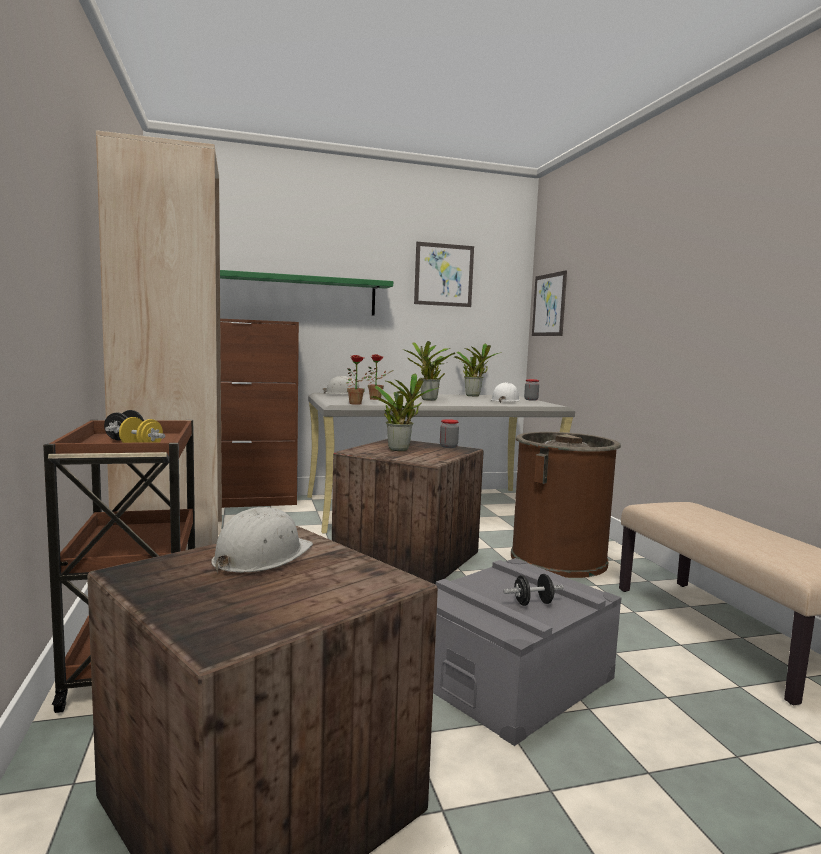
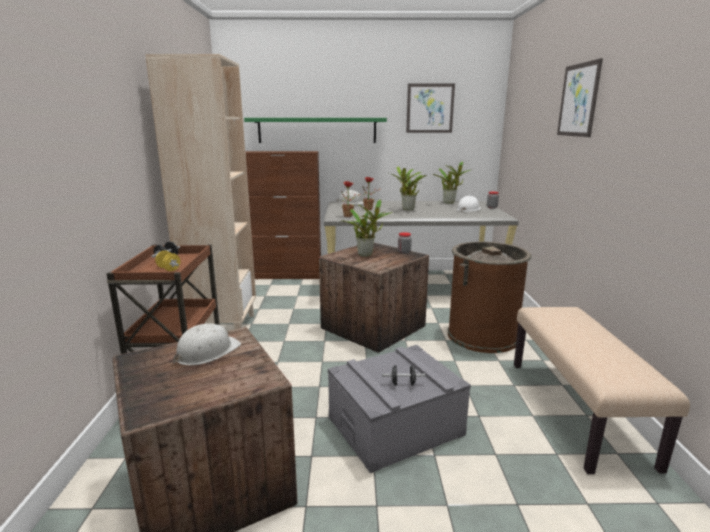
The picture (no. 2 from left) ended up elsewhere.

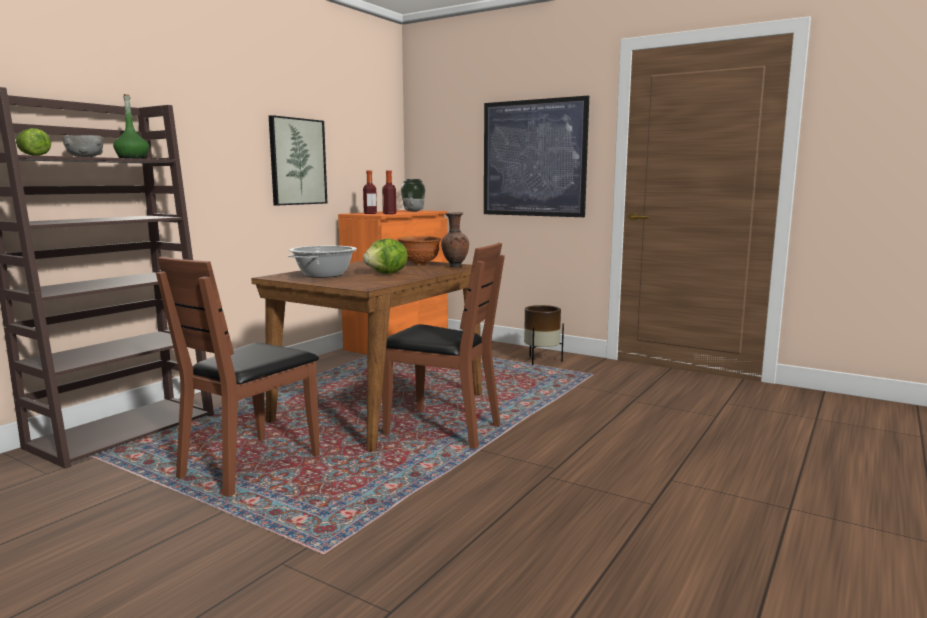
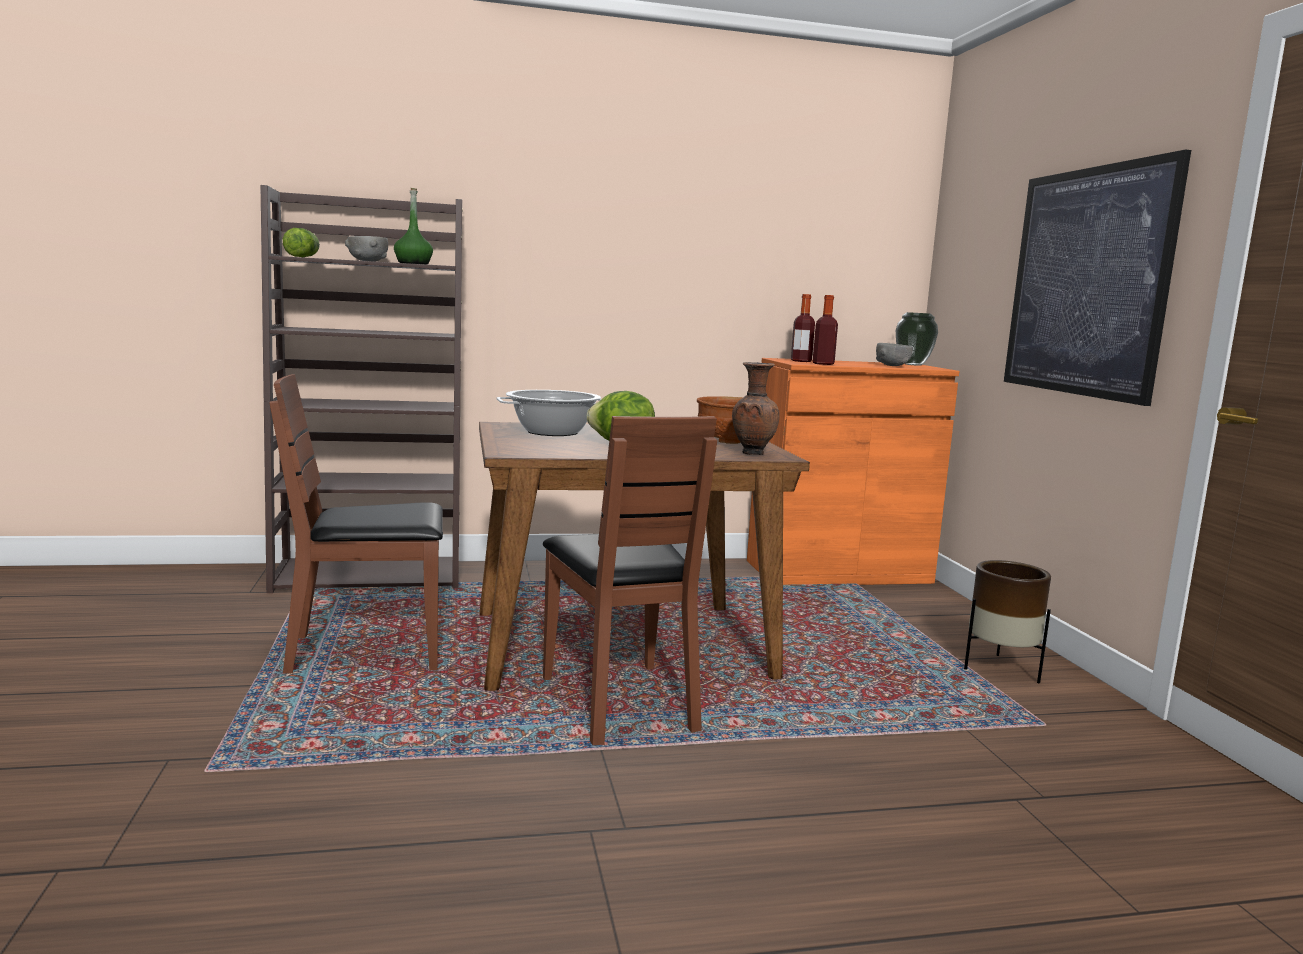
The second view lost the picture (no. 1 from left).

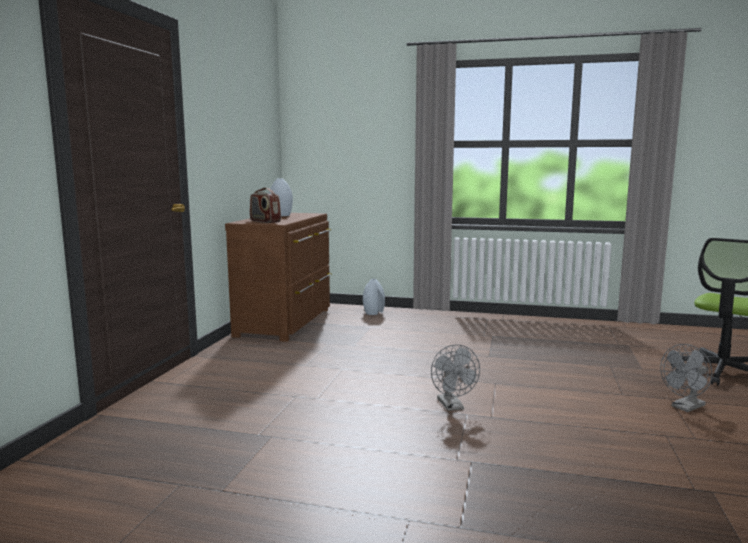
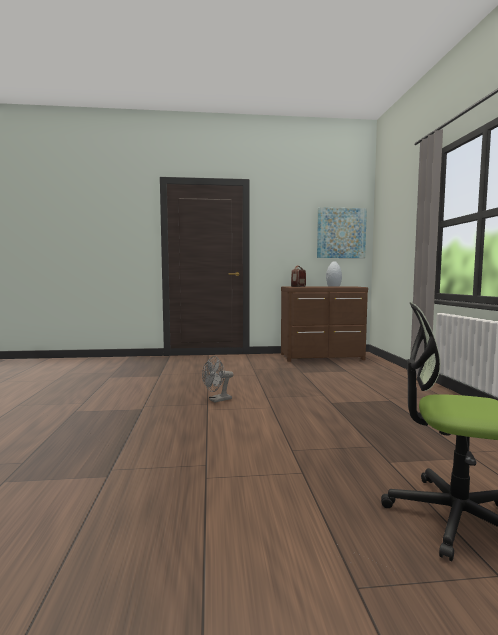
The second view lost the grey vase (no. 2 from left).
The second view lost the grey fan (no. 2 from left).
The second view gained the picture.

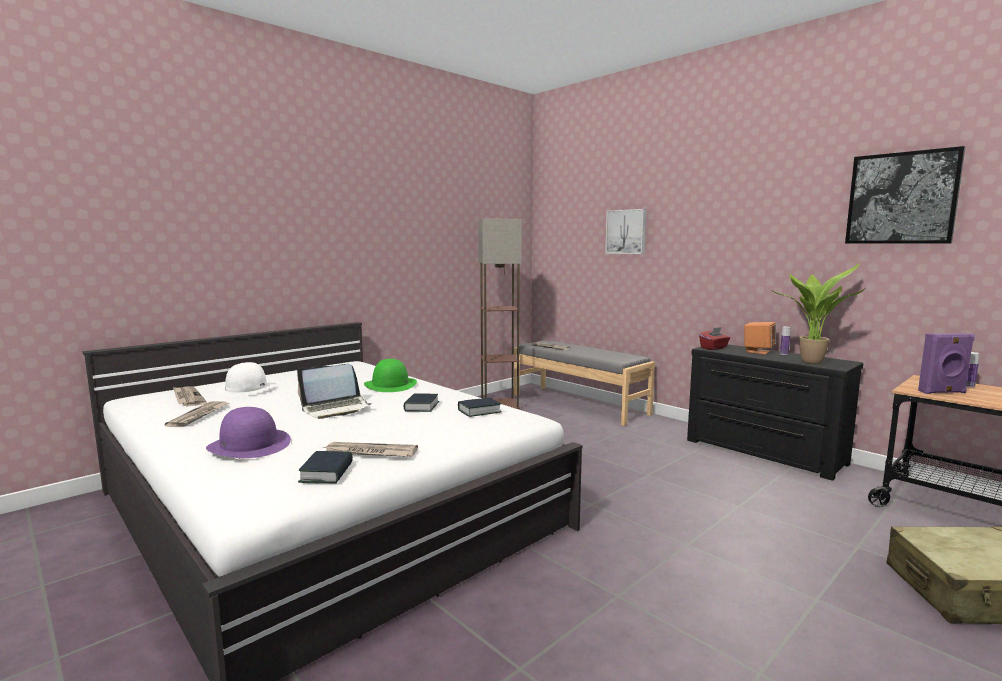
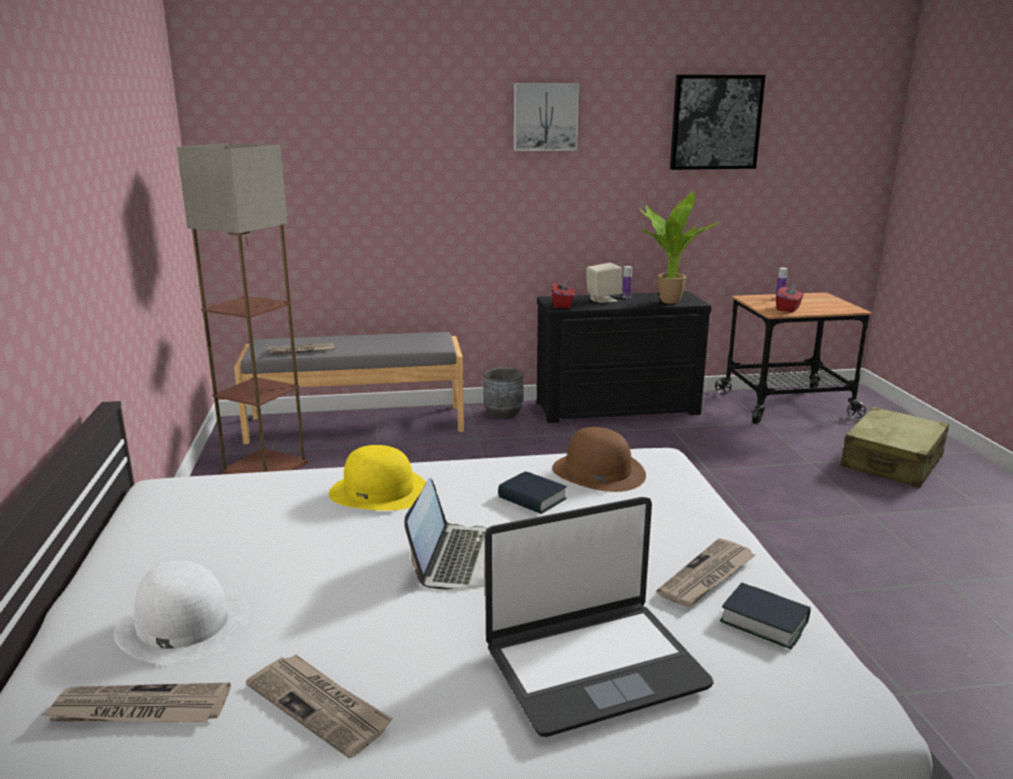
The second view gained the grey planter.
The picture (no. 1 from left) ended up elsewhere.
Where the purple hat stood, the laptop (no. 2 from left) came to stand.
Where the book (no. 3 from left) stood, the brown hat came to stand.
Where the purple speaker stood, the red tissue box (no. 2 from left) came to stand.
What was the green hat turned into the yellow hat.
What was the orange speaker turned into the beige speaker.

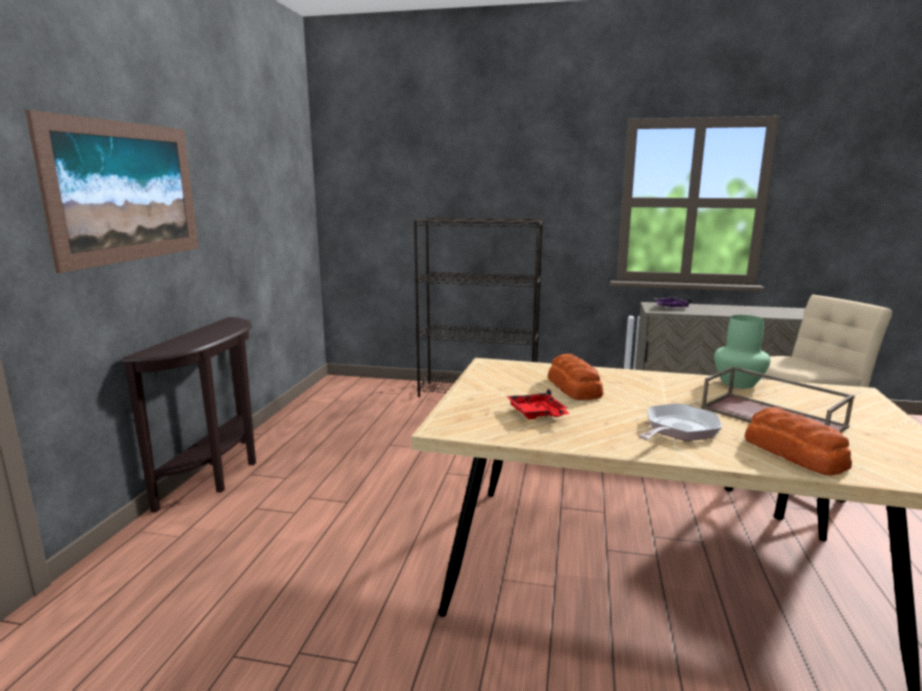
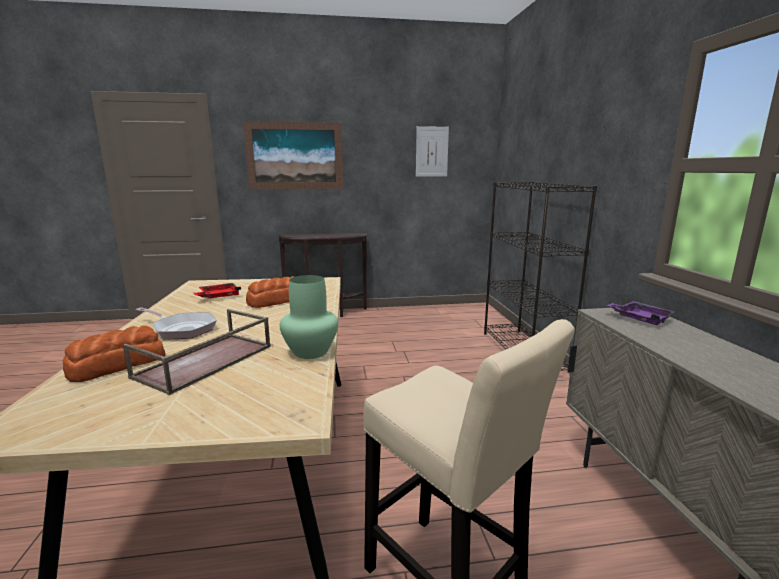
The second view gained the picture (no. 2 from left).

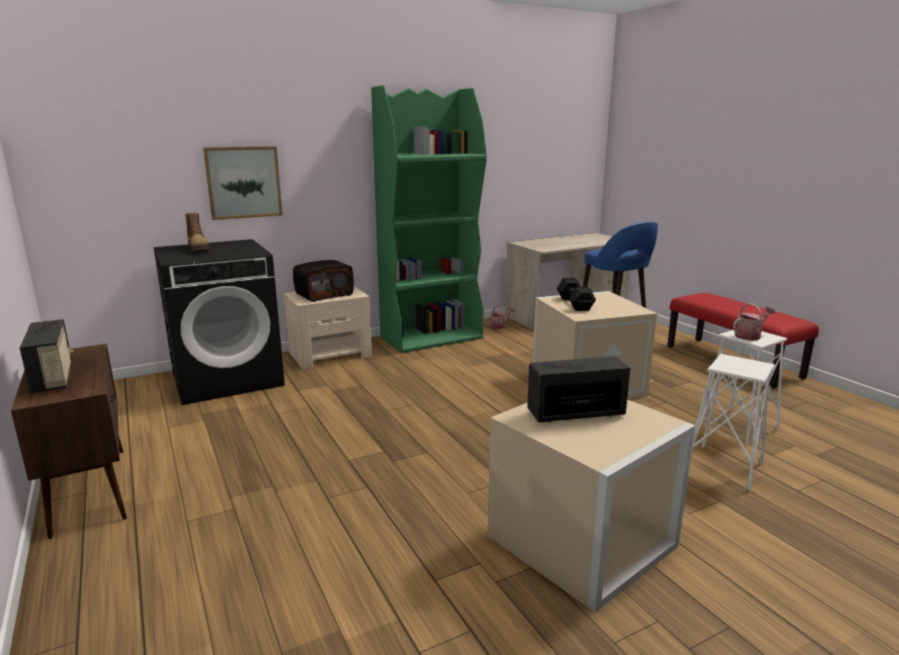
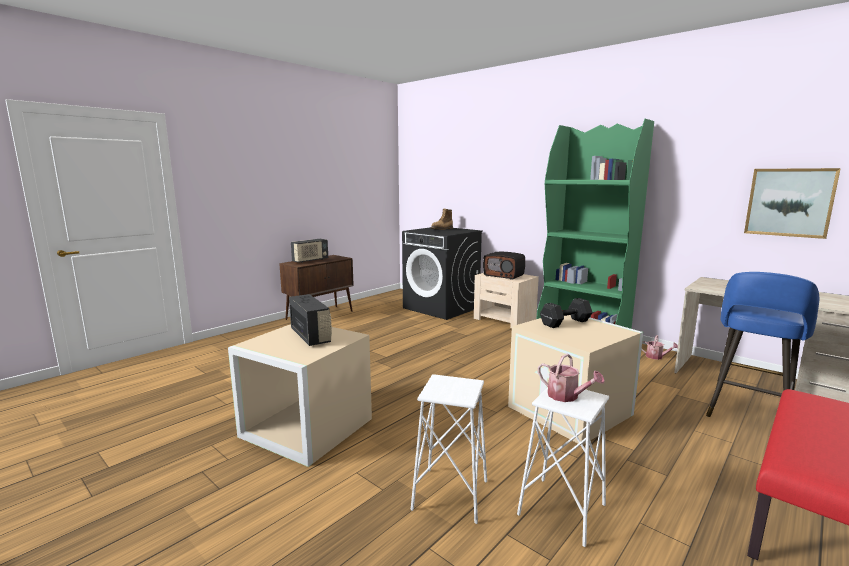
The picture ended up elsewhere.

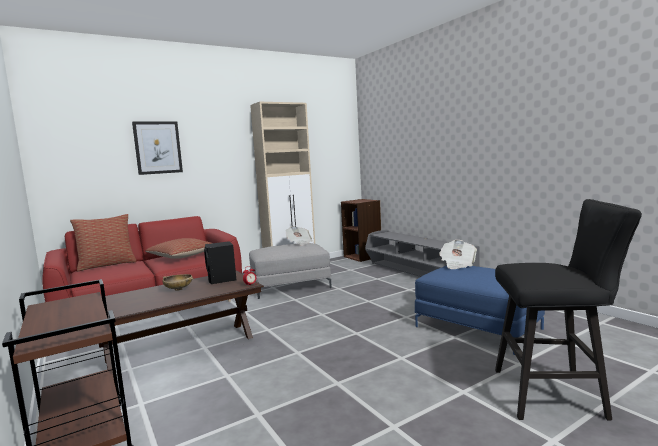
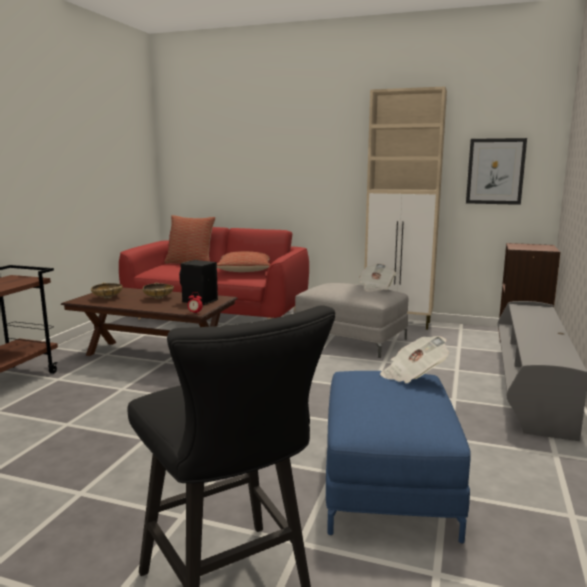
The second view gained the beige bowl (no. 1 from left).
The picture ended up elsewhere.

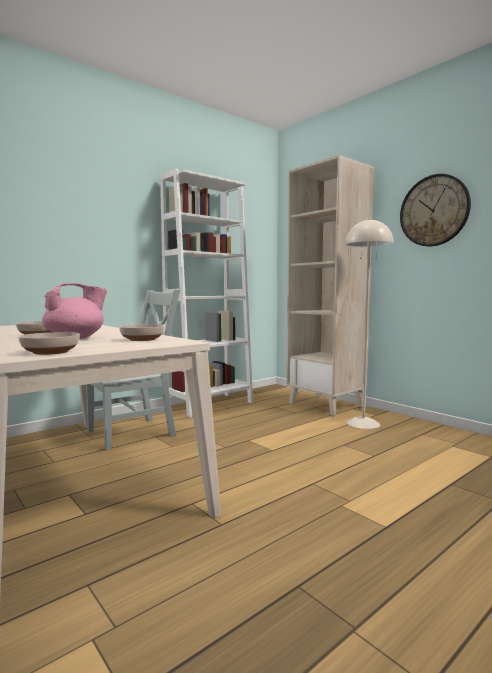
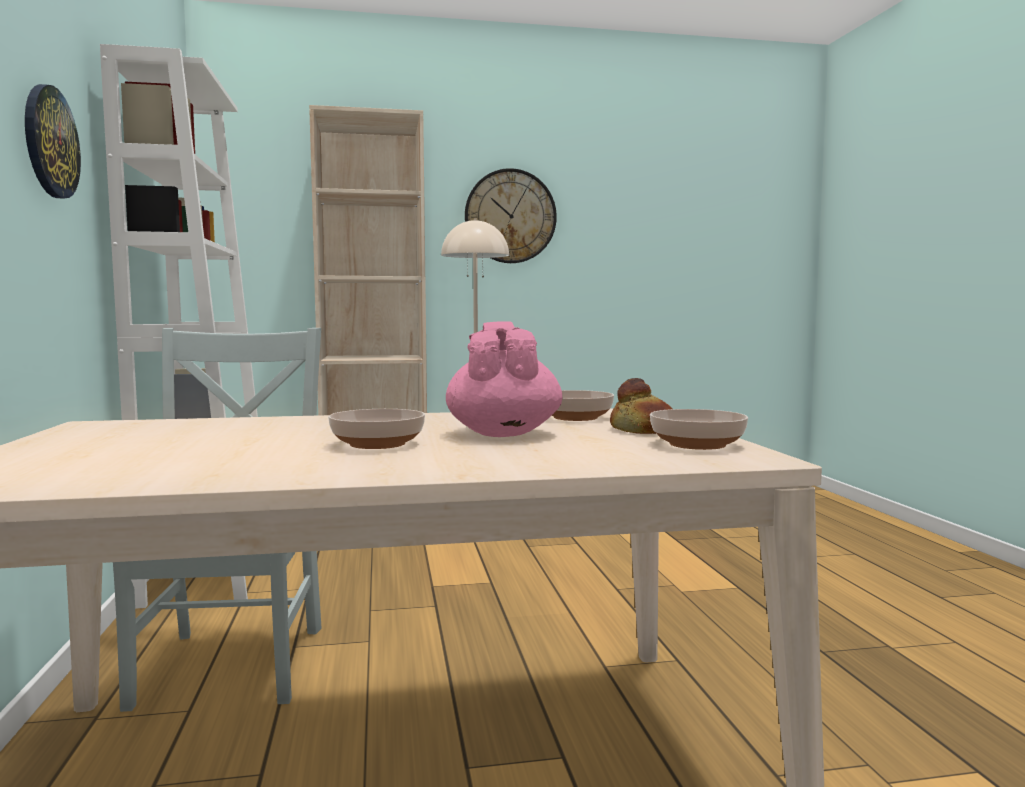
The second view gained the wall clock (no. 1 from left).
The second view gained the bread.

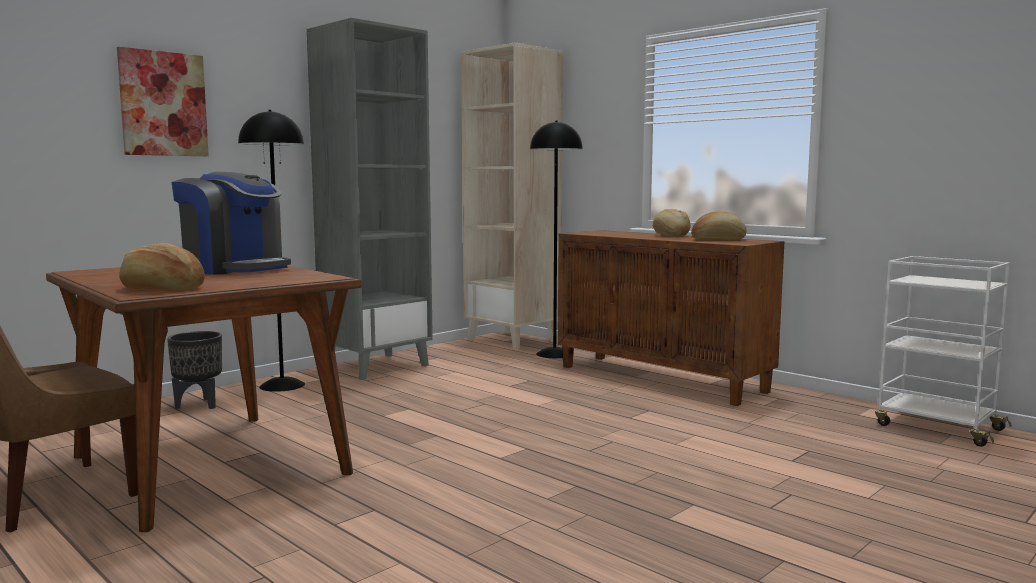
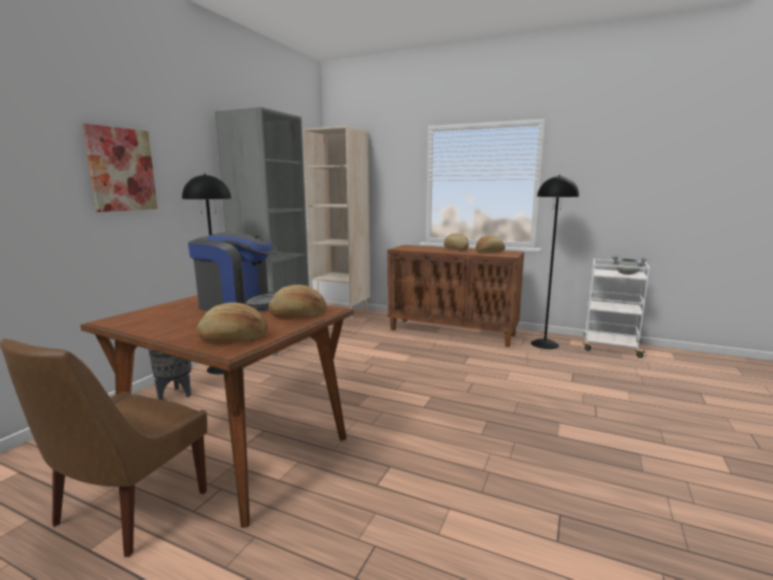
The second view gained the bread (no. 2 from left).
The second view gained the grey cooking pot.
The black floor lamp (no. 2 from left) ended up elsewhere.

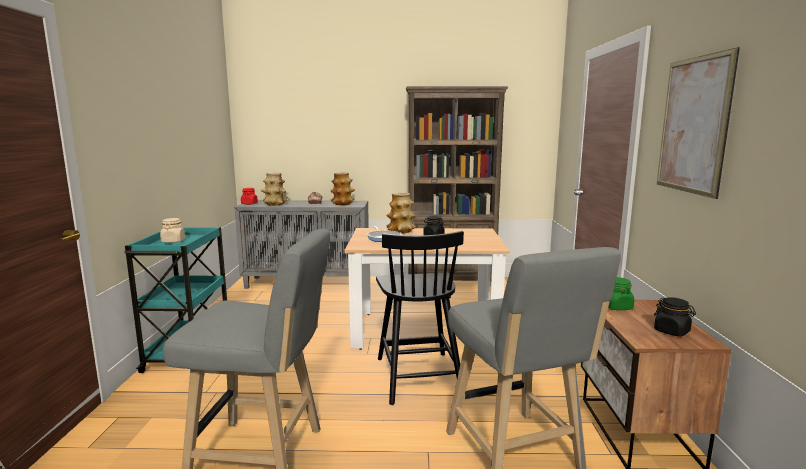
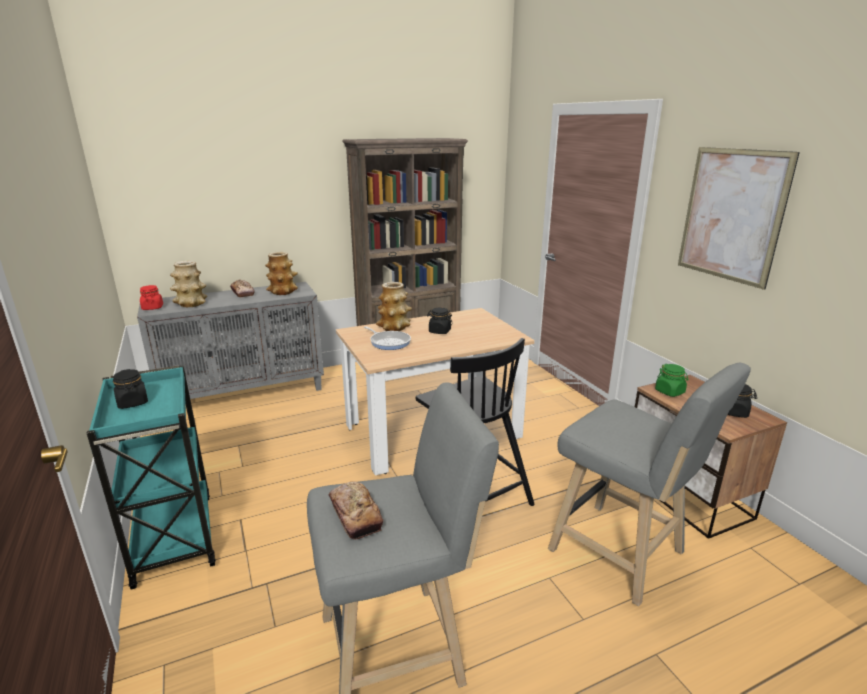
The second view gained the bread (no. 2 from left).
What was the beige jar turned into the black jar (no. 1 from left).

